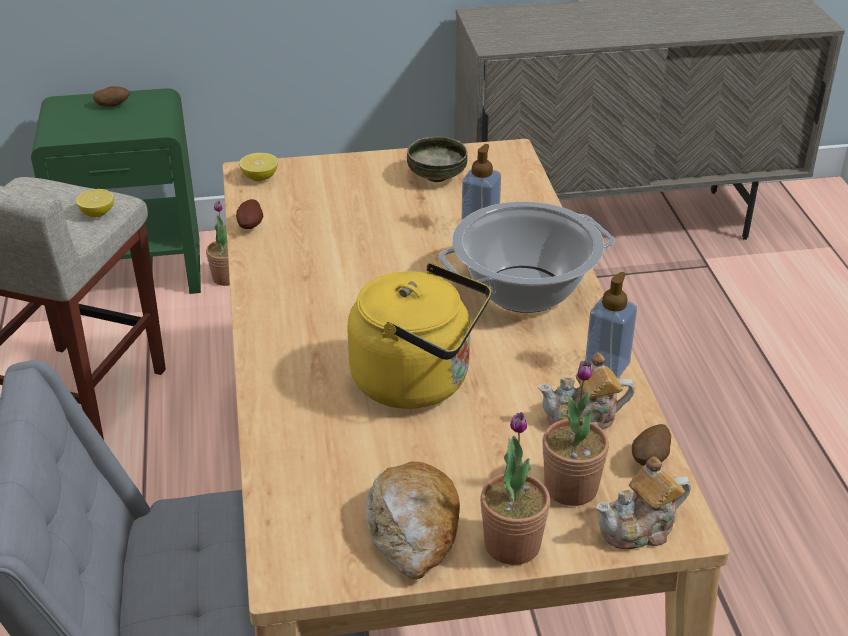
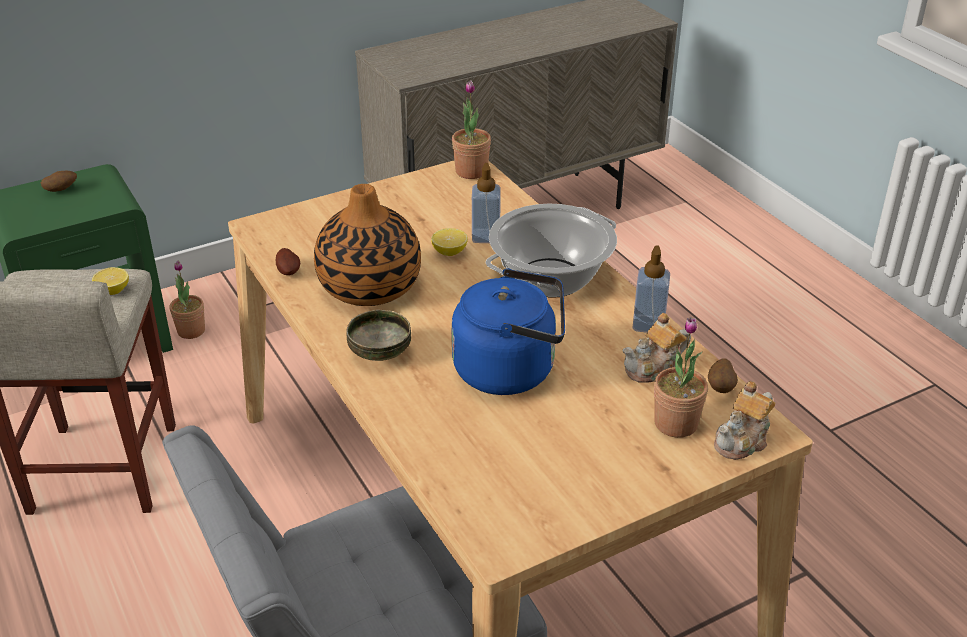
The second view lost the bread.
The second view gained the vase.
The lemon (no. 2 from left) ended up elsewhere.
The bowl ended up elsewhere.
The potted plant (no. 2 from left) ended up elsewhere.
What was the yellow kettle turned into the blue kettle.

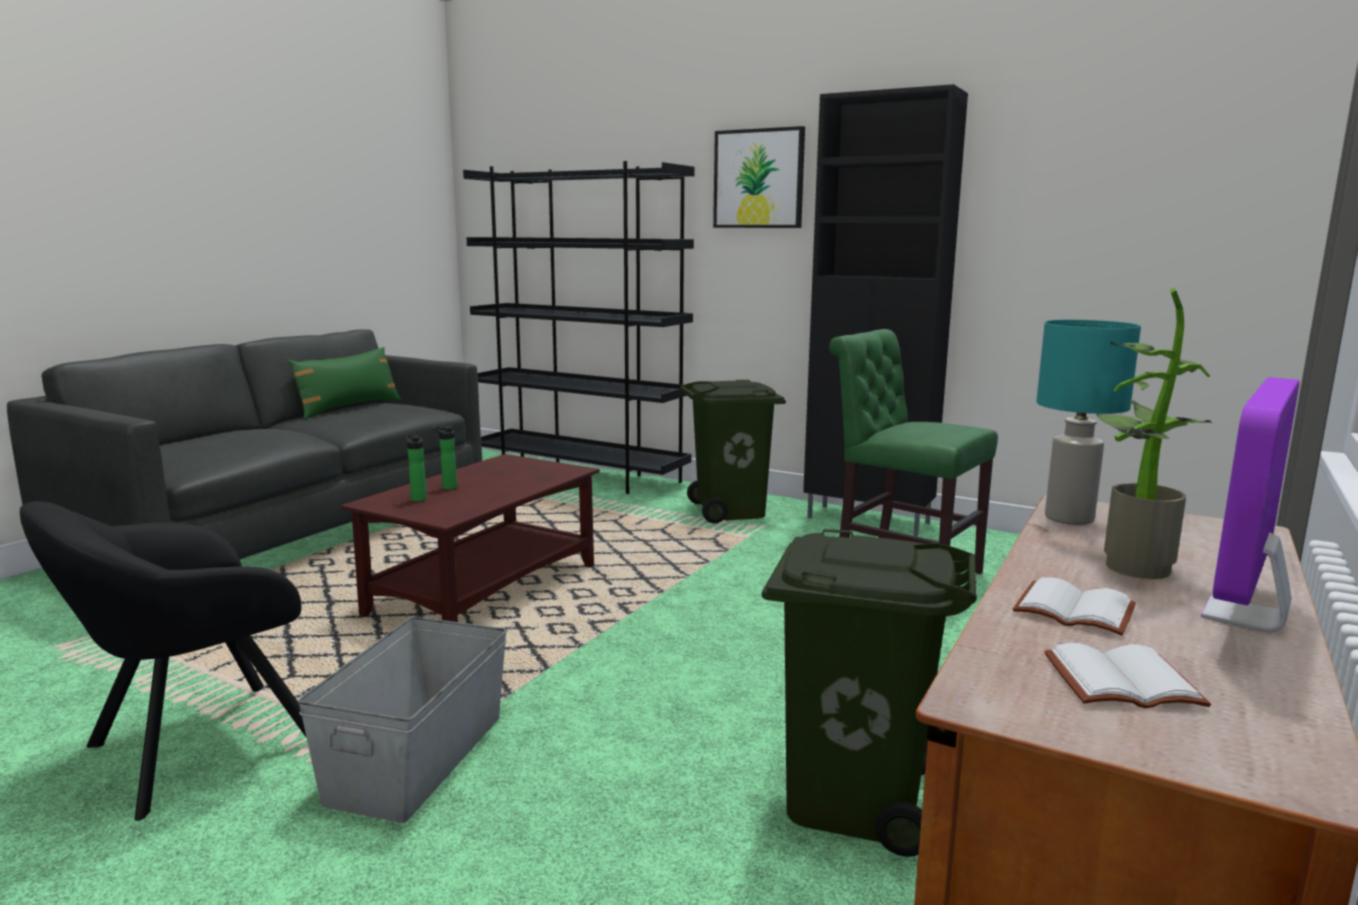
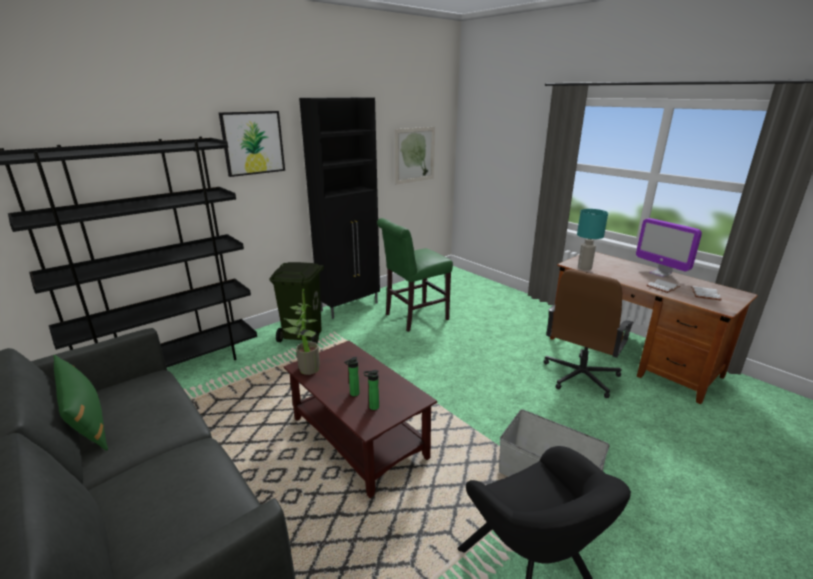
The second view gained the picture (no. 2 from left).
The potted plant ended up elsewhere.
Where the green trash can (no. 2 from left) stood, the brown office chair came to stand.

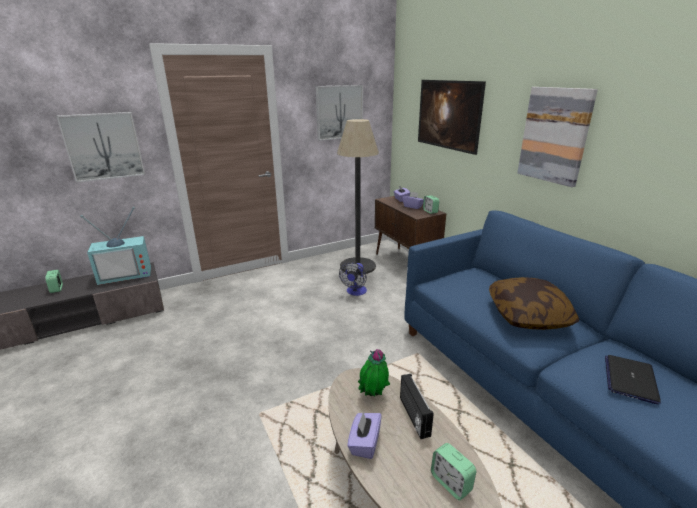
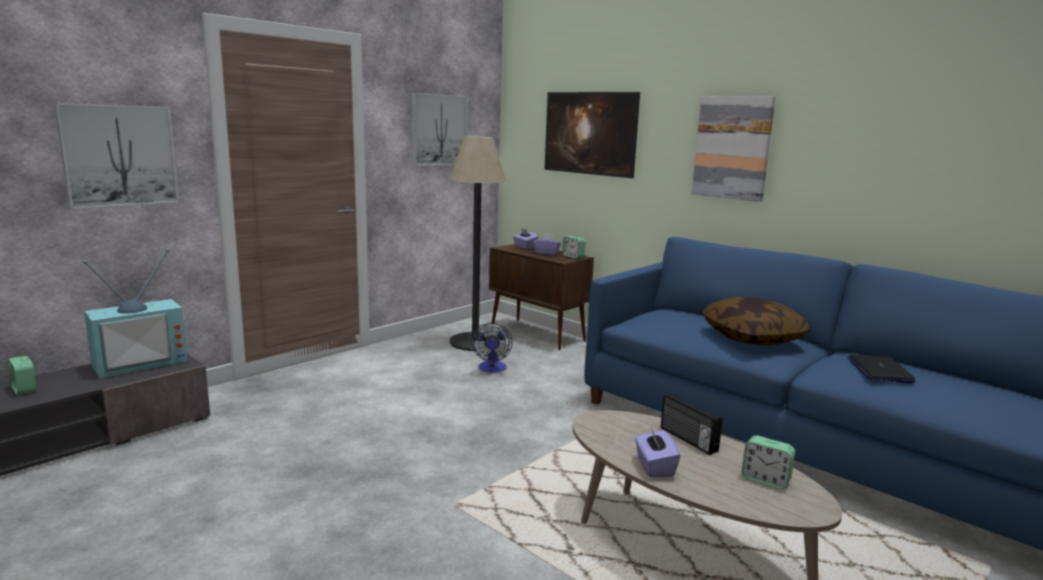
The second view lost the potted plant.

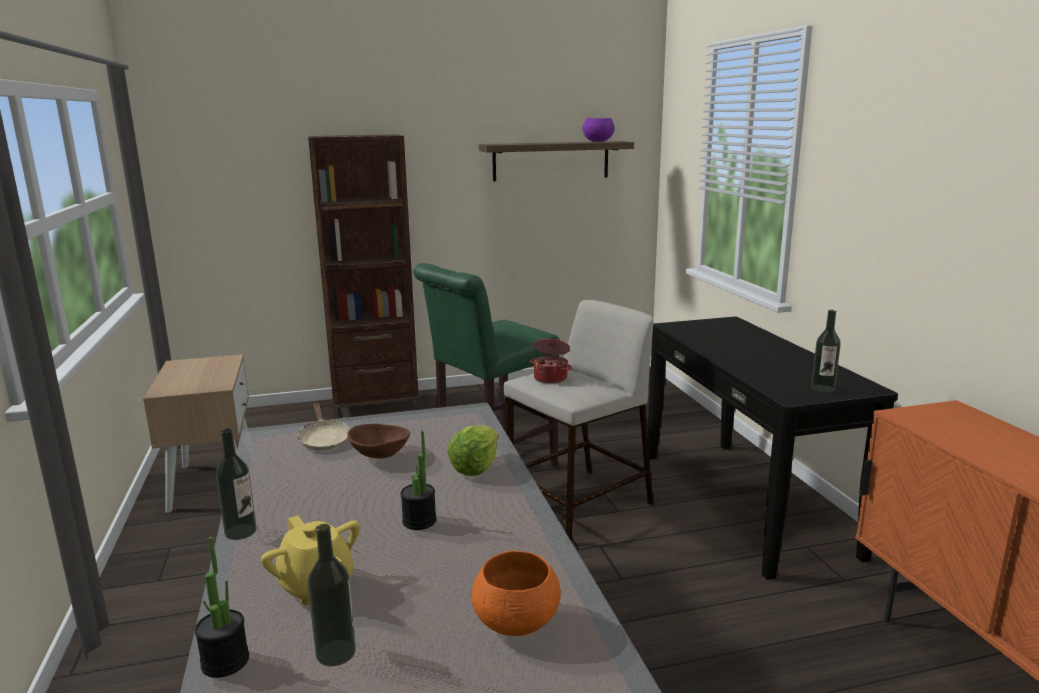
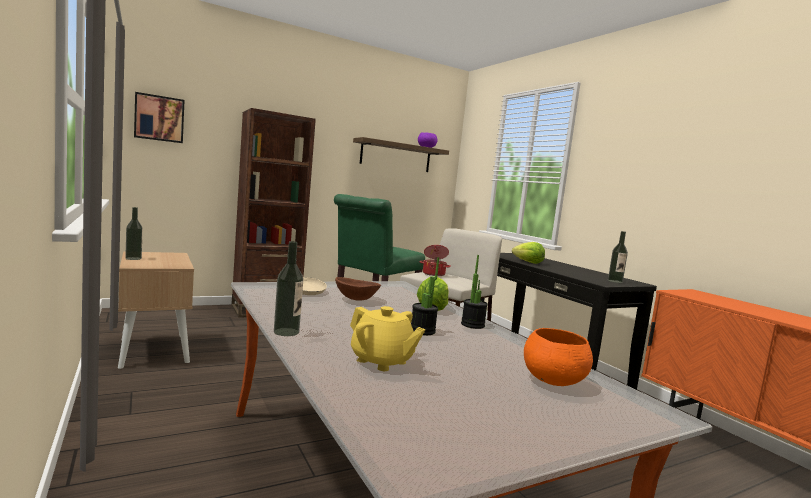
The second view gained the picture.
The second view gained the lettuce (no. 2 from left).
The potted plant (no. 1 from left in the first image) ended up elsewhere.
The bottle (no. 2 from left in the first image) ended up elsewhere.

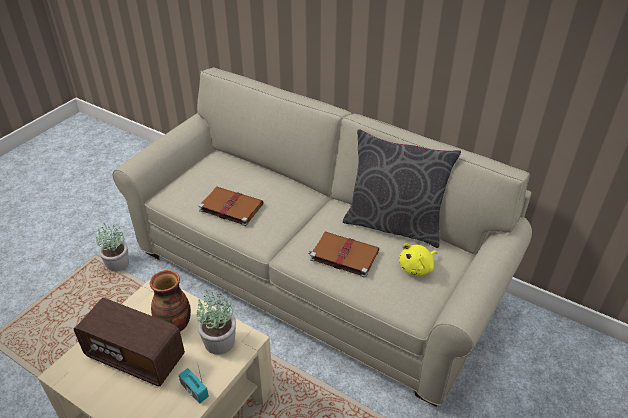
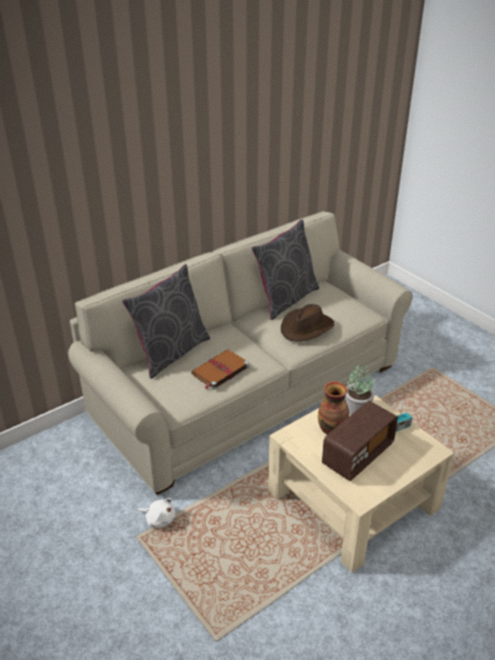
The second view lost the yellow plush toy.
The second view gained the grey pillow (no. 1 from left).
Where the potted plant (no. 1 from left) stood, the white plush toy came to stand.
Where the brown book (no. 2 from left) stood, the brown hat came to stand.

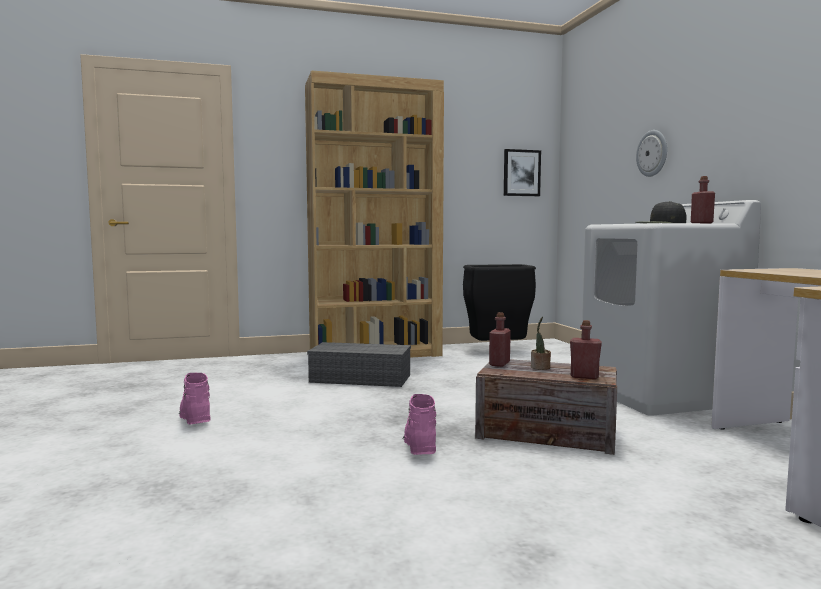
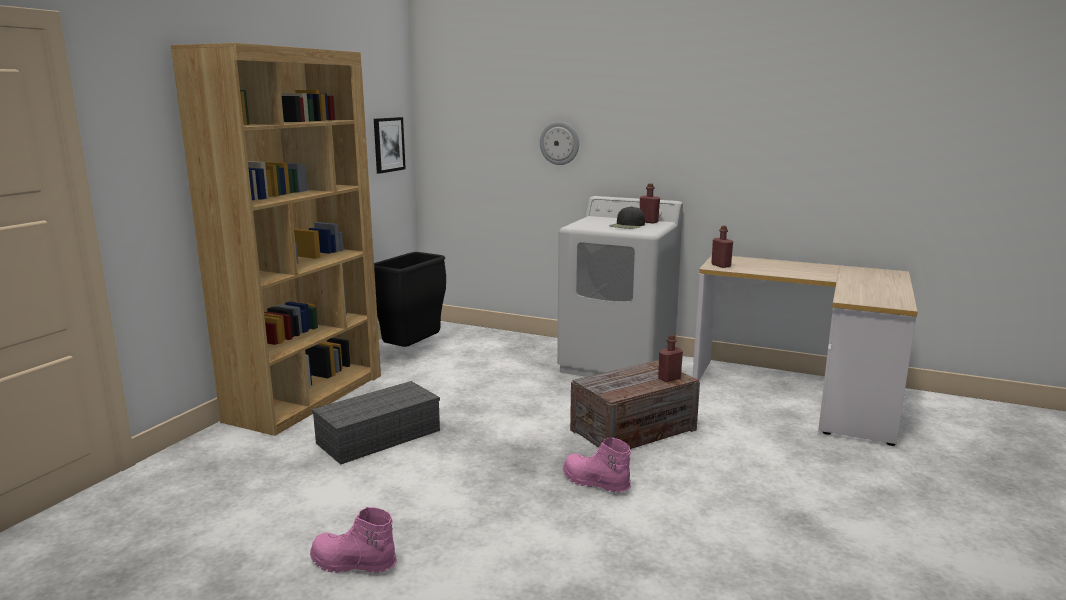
The second view lost the potted plant.
The red bottle (no. 1 from left in the first image) ended up elsewhere.

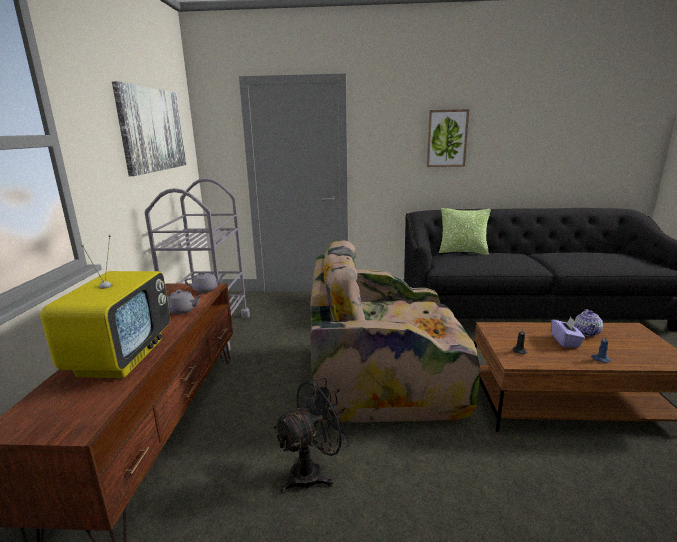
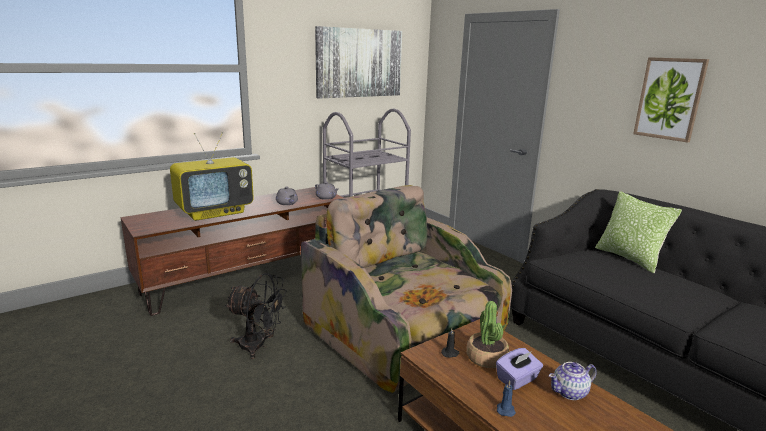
The second view gained the potted plant.

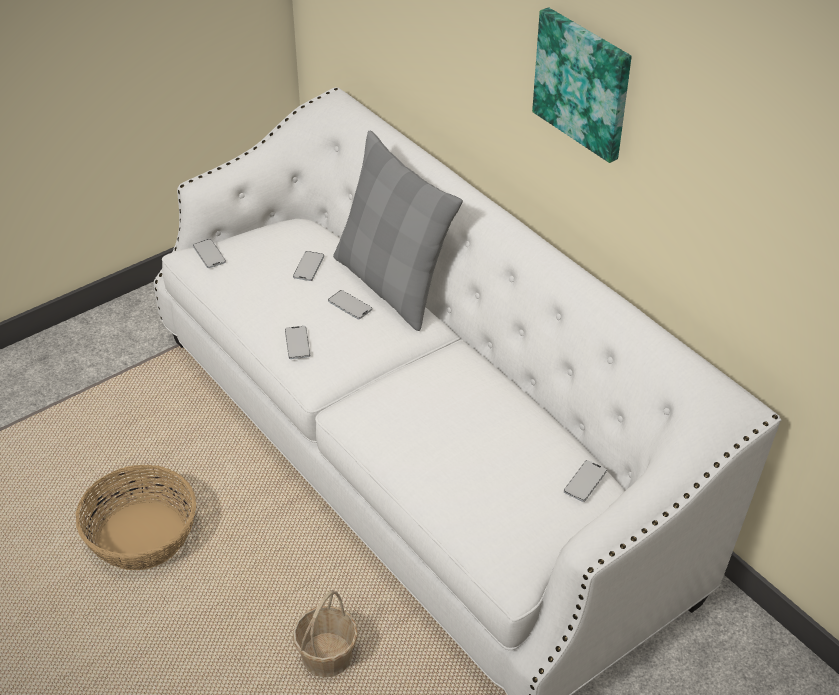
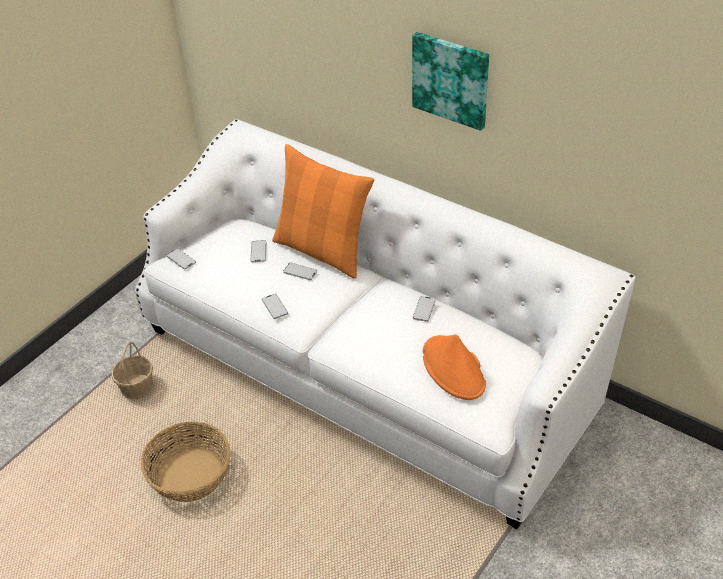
The second view gained the orange hat.
The basket (no. 2 from left in the first image) ended up elsewhere.
The phone (no. 5 from left) ended up elsewhere.
What was the grey pillow turned into the orange pillow.

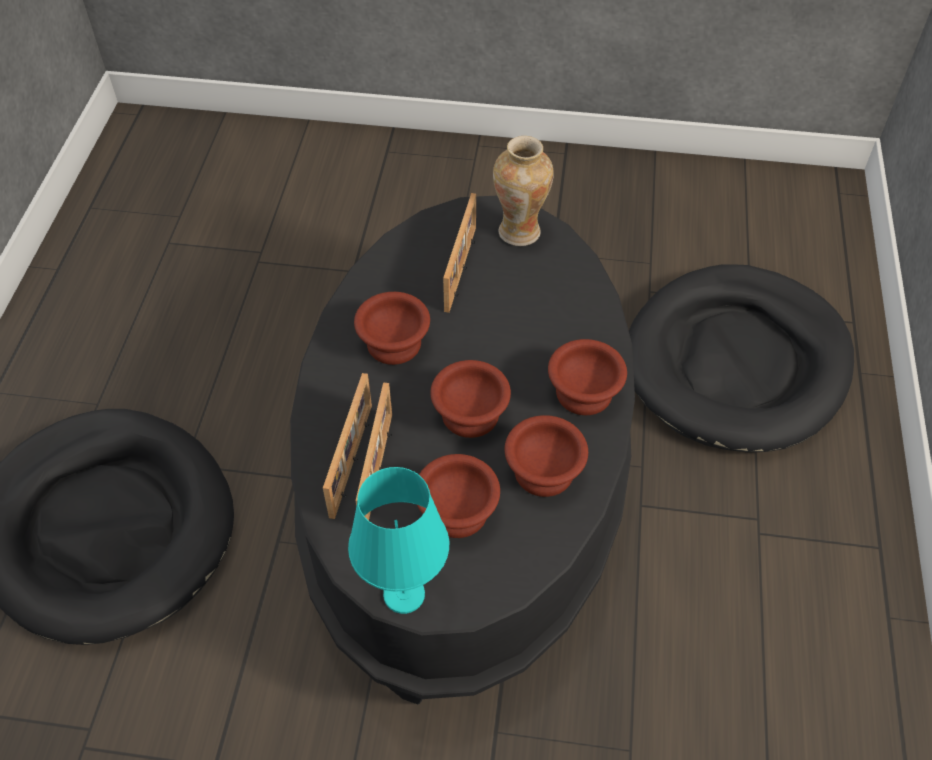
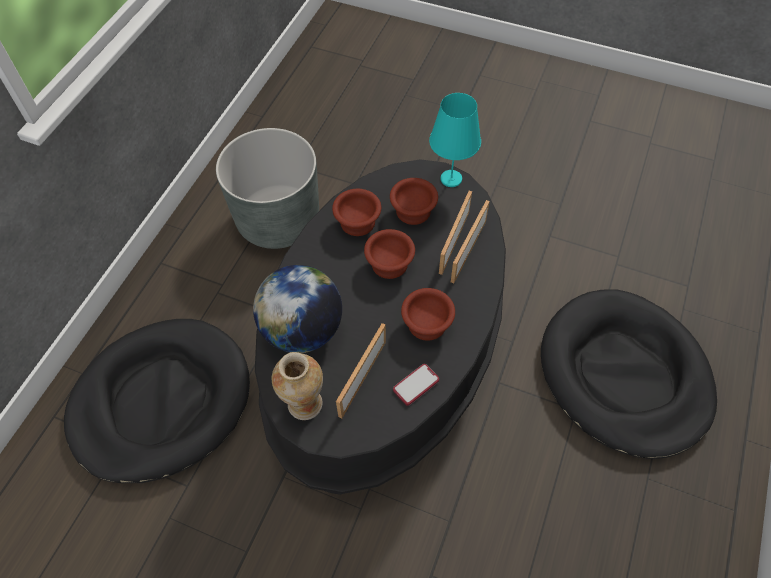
The second view lost the brown bowl (no. 5 from left).
The second view gained the grey planter.
The second view gained the globe.
The second view gained the phone.

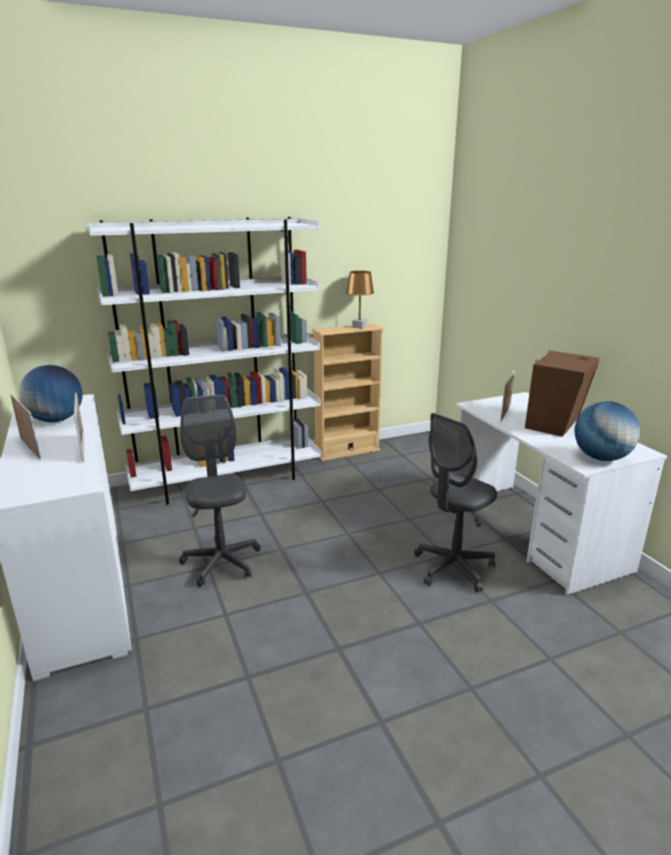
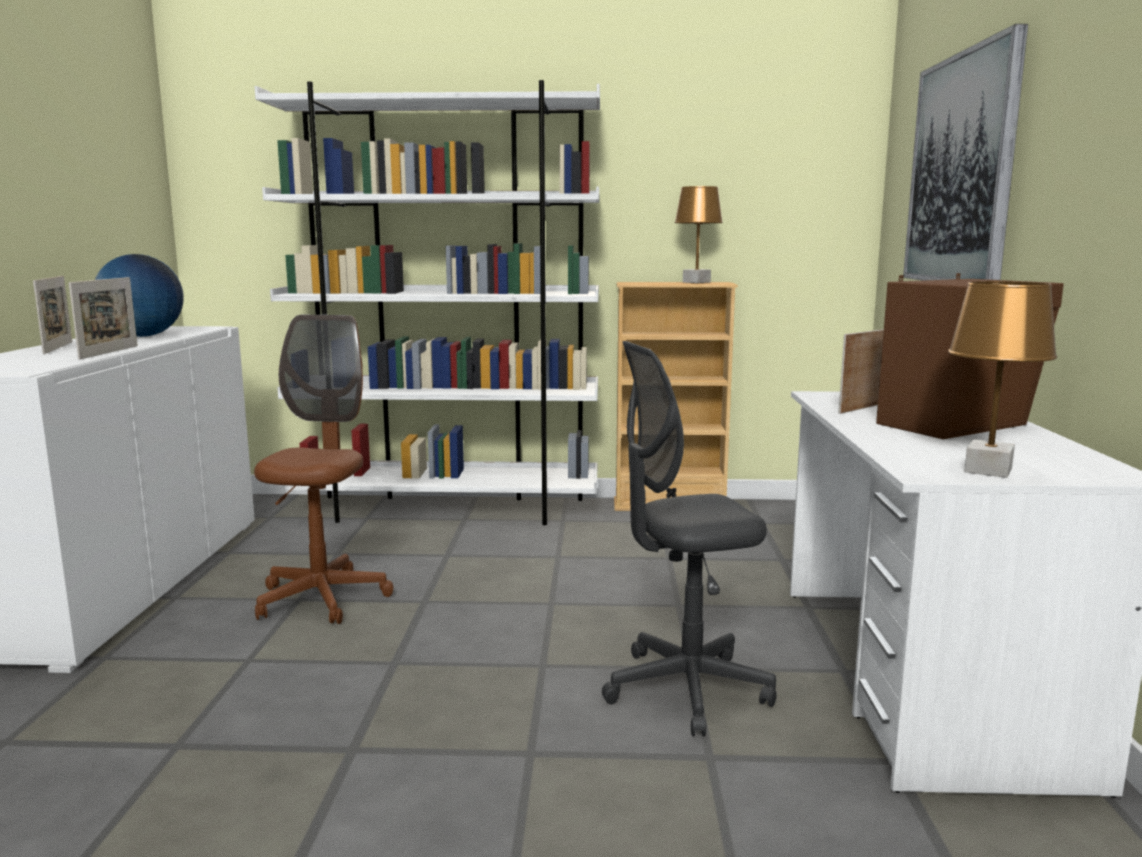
The second view gained the picture.
Where the globe (no. 2 from left) stood, the brown table lamp (no. 2 from left) came to stand.
What was the grey office chair (no. 1 from left) turned into the brown office chair.

